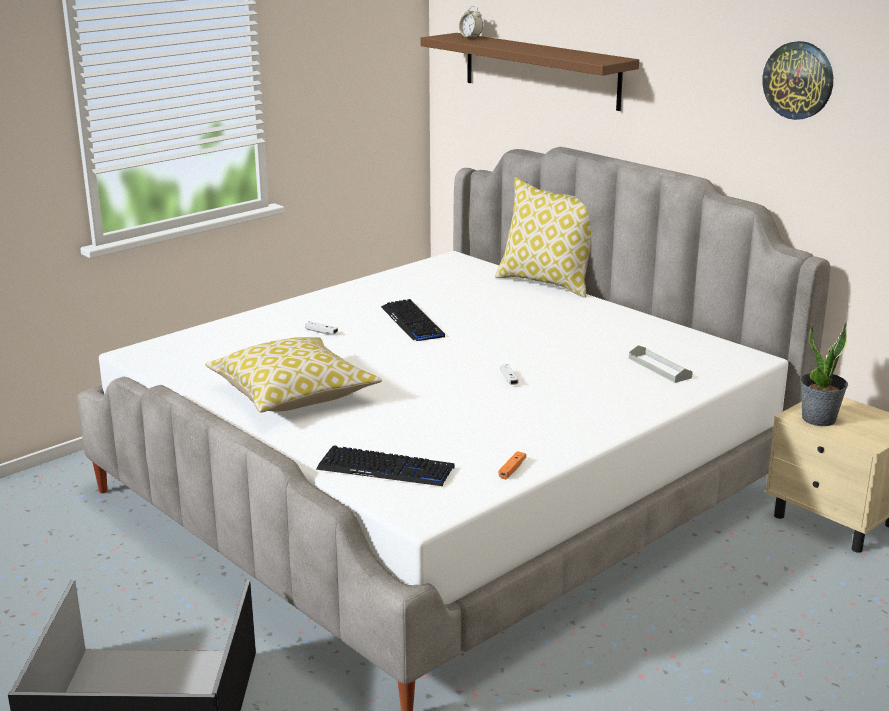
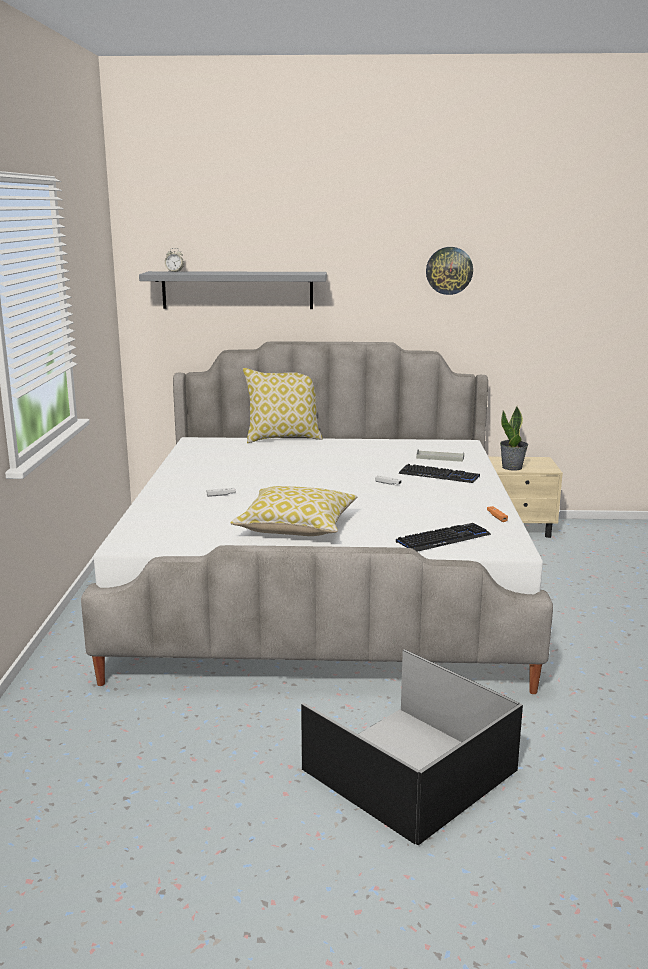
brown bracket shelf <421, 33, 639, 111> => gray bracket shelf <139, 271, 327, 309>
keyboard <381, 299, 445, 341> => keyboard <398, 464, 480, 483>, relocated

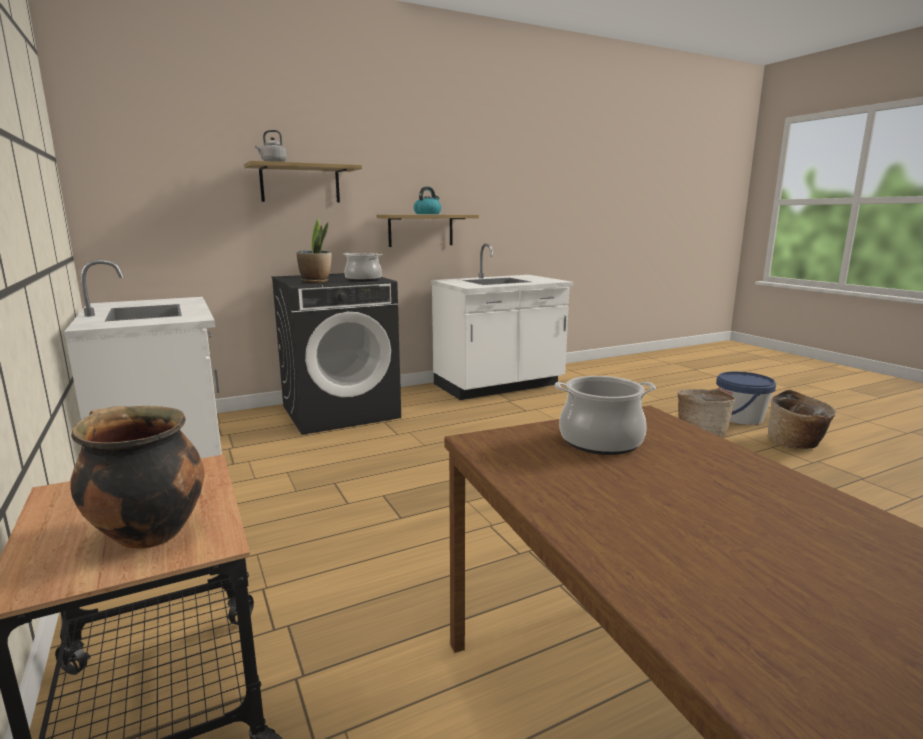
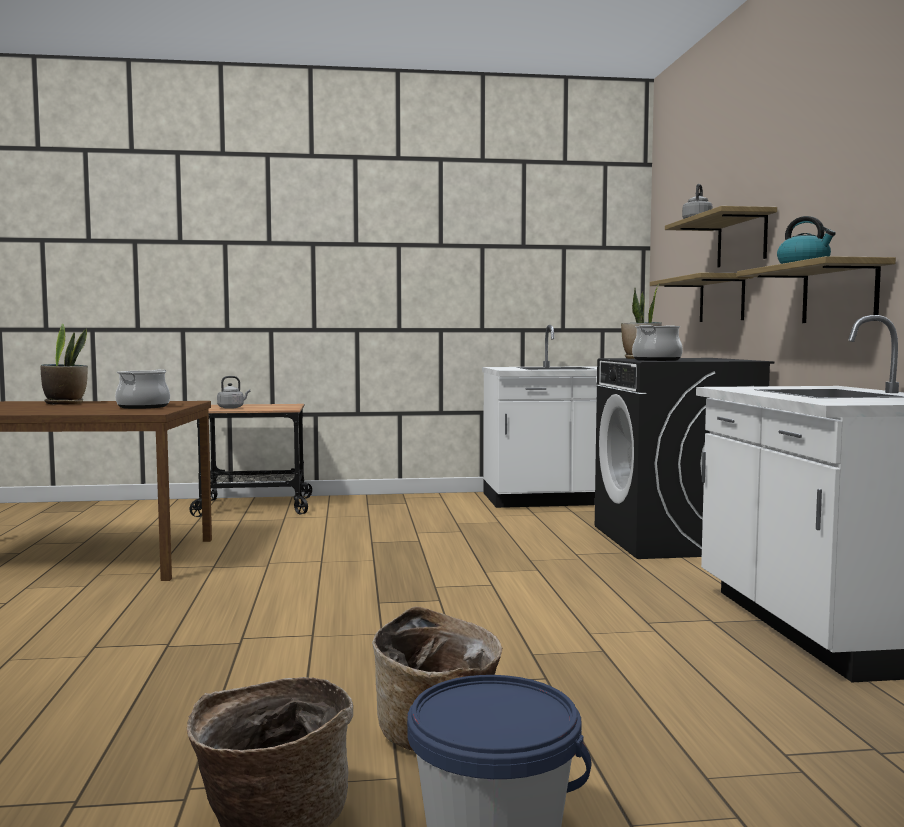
stockpot <70, 406, 205, 549> => gray kettle <217, 376, 250, 409>
nothing => bracket shelf <650, 273, 753, 322>
nothing => houseplant <41, 323, 88, 405>

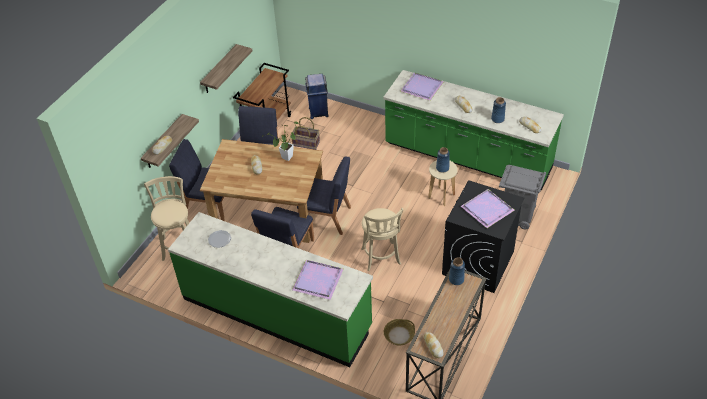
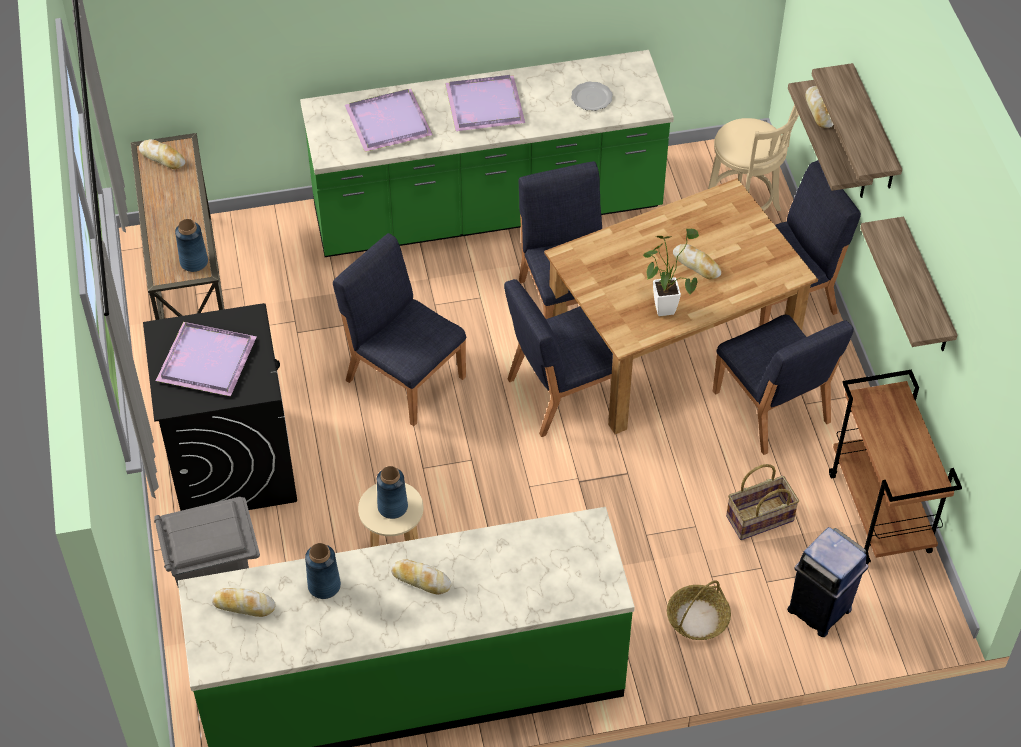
purple-coloured serving tray <401, 73, 443, 101> => purple-coloured serving tray <445, 75, 525, 131>, relocated
beige-coloured sitting stool <361, 208, 404, 271> => blue chair <333, 233, 466, 426>
basket <384, 319, 415, 346> => basket <667, 580, 731, 640>, relocated
nothing => bracket shelf <811, 63, 902, 189>

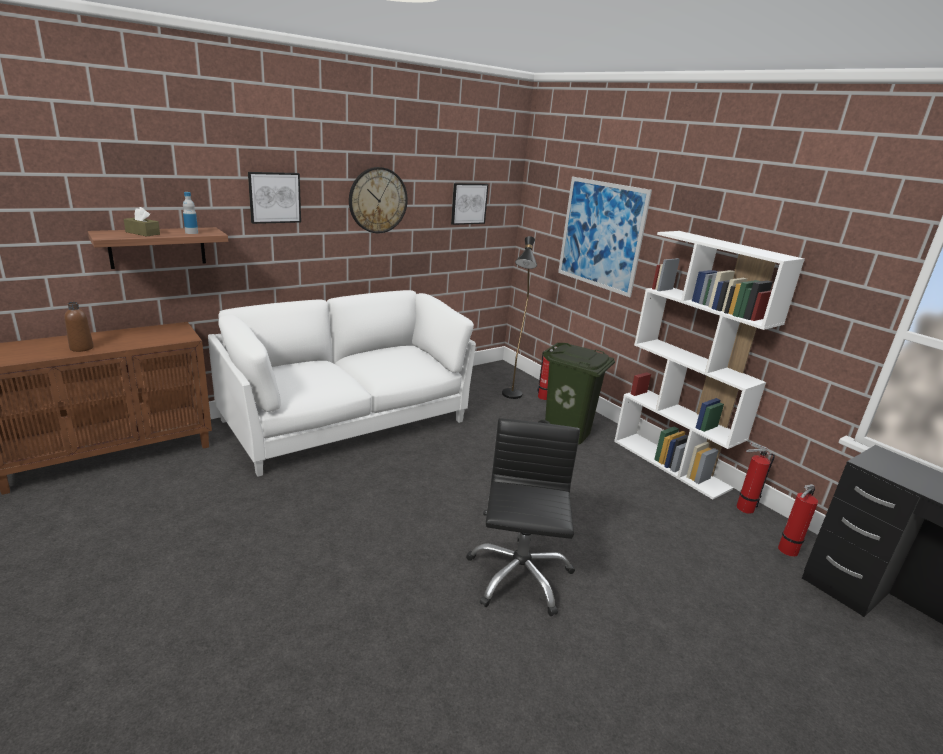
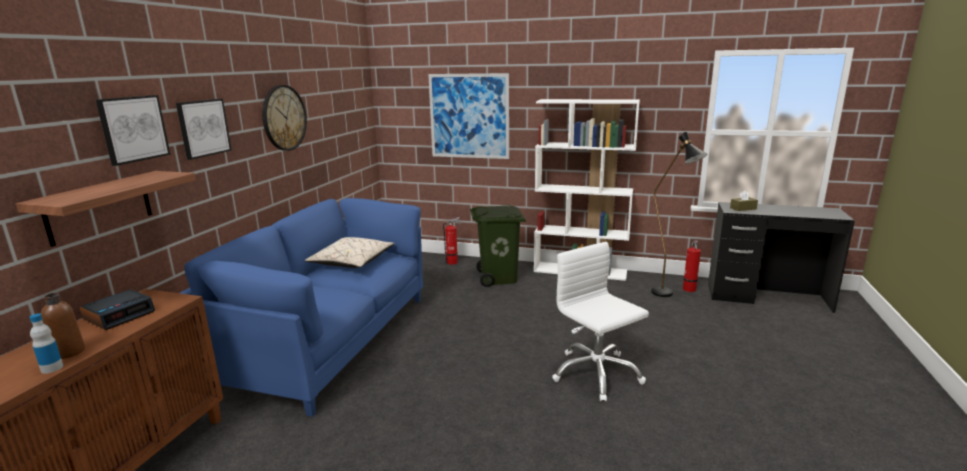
picture <451, 183, 489, 225> => picture <96, 95, 170, 166>, relocated
drink bottle <183, 192, 198, 234> => drink bottle <30, 313, 63, 374>, relocated
brown tissue box <124, 207, 160, 237> => brown tissue box <730, 190, 758, 211>, relocated
black-coloured standing lamp <502, 236, 537, 399> => black-coloured standing lamp <651, 132, 708, 297>, relocated
white sofa <208, 290, 476, 477> => blue sofa <180, 198, 423, 417>
black-coloured desk chair <466, 418, 580, 616> => white desk chair <552, 242, 649, 401>
extinguisher <736, 442, 775, 514> => nothing
nothing => beige-coloured throw pillow <305, 237, 395, 268>
nothing => alarm clock <79, 289, 155, 330>

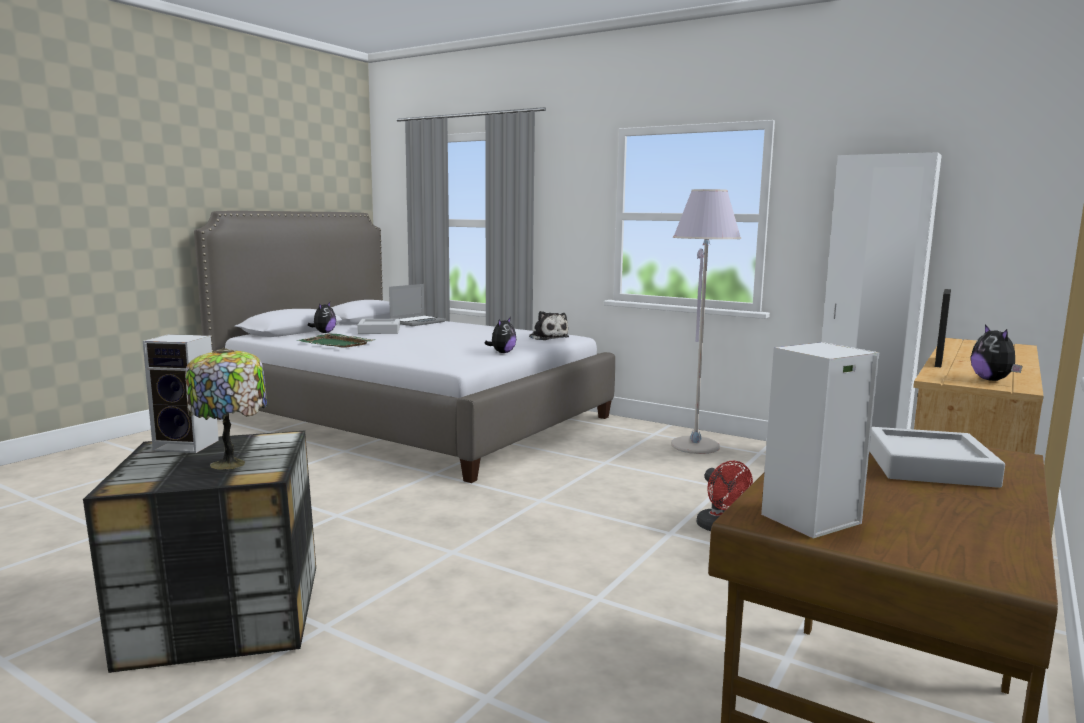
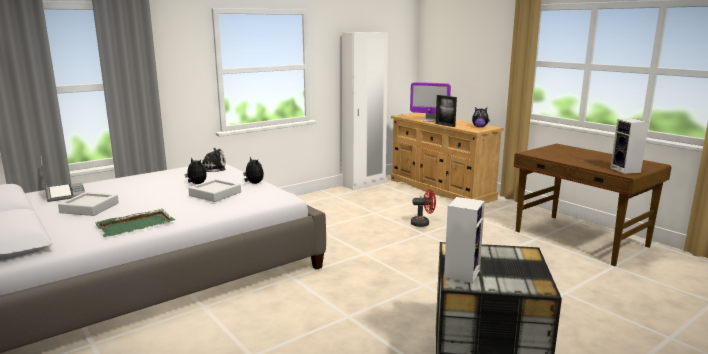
gray standing lamp <671, 189, 742, 454> => nothing
cuddly toy <308, 302, 336, 333> => cuddly toy <185, 157, 207, 184>, relocated
tabletop lamp <185, 348, 268, 469> => nothing
gray serving tray <869, 427, 1005, 488> => gray serving tray <188, 179, 241, 202>, relocated
nothing => monitor <410, 82, 451, 122>

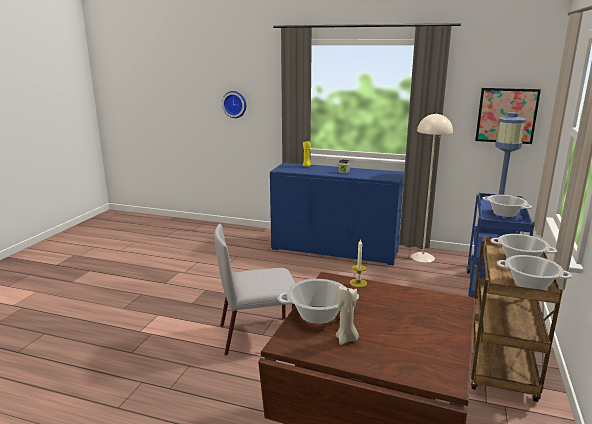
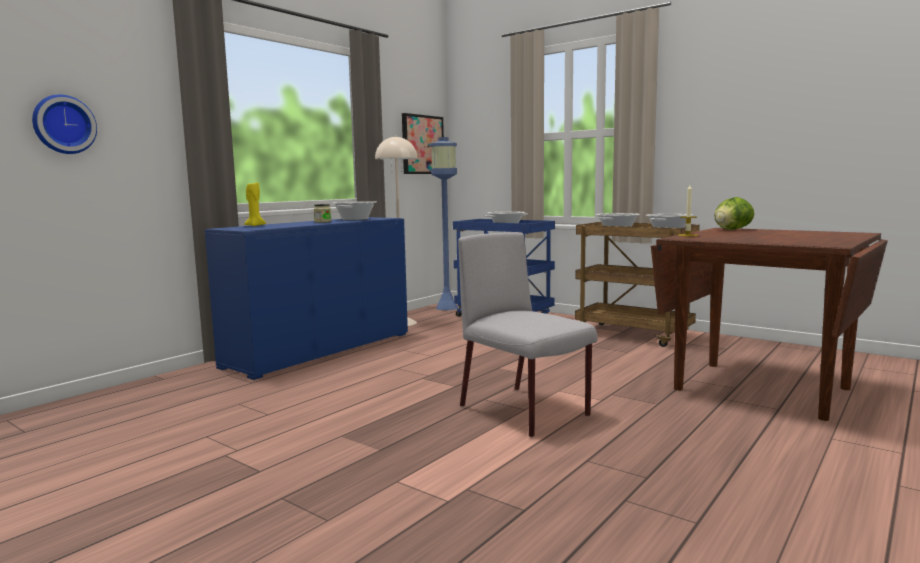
gray chair <214, 224, 295, 355> => gray chair <458, 232, 598, 437>, 135 degrees clockwise
stockpot <278, 279, 359, 324> => stockpot <332, 201, 376, 221>, relocated
beige-coloured wax candle <336, 285, 359, 345> => nothing
nothing => lettuce <714, 197, 754, 230>

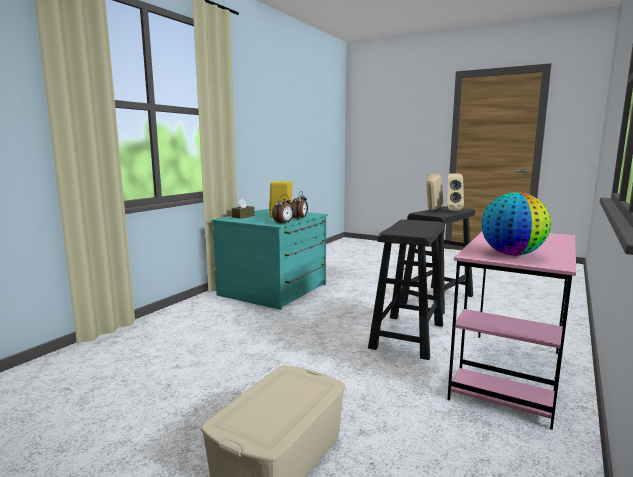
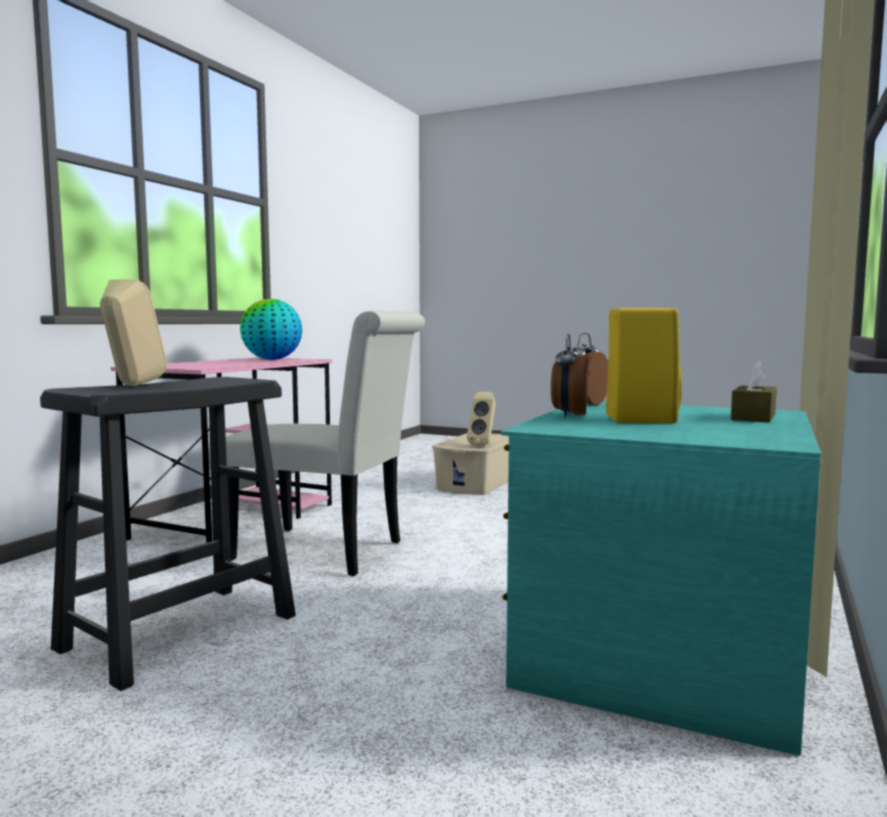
beige-coloured audio speaker <426, 174, 443, 211> => beige-coloured audio speaker <467, 392, 496, 446>, relocated
black-coloured sitting stool <368, 219, 444, 360> => white chair <226, 311, 425, 576>

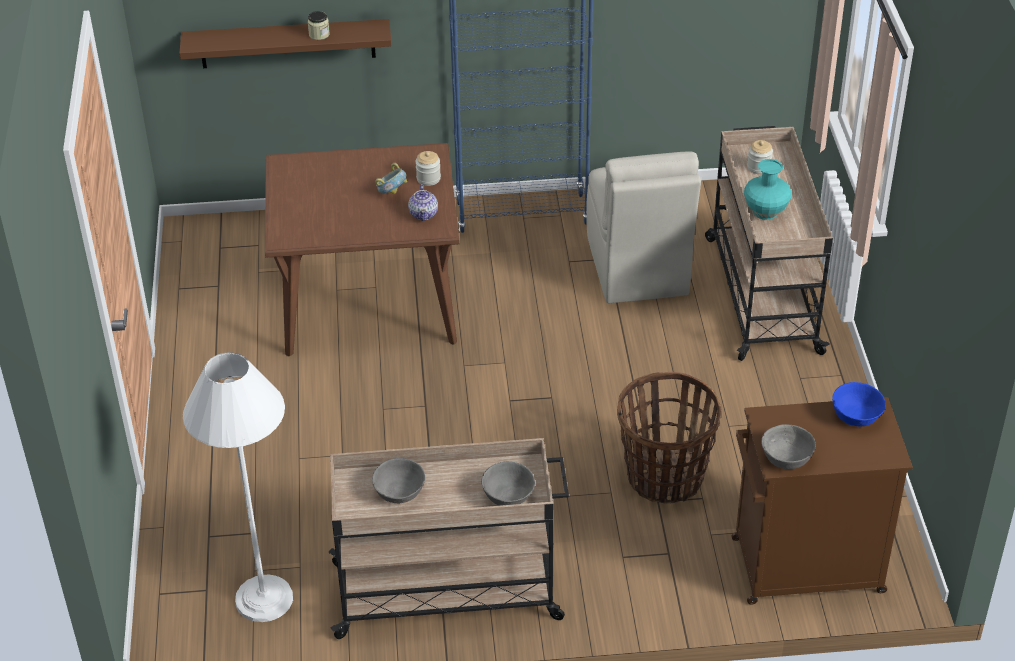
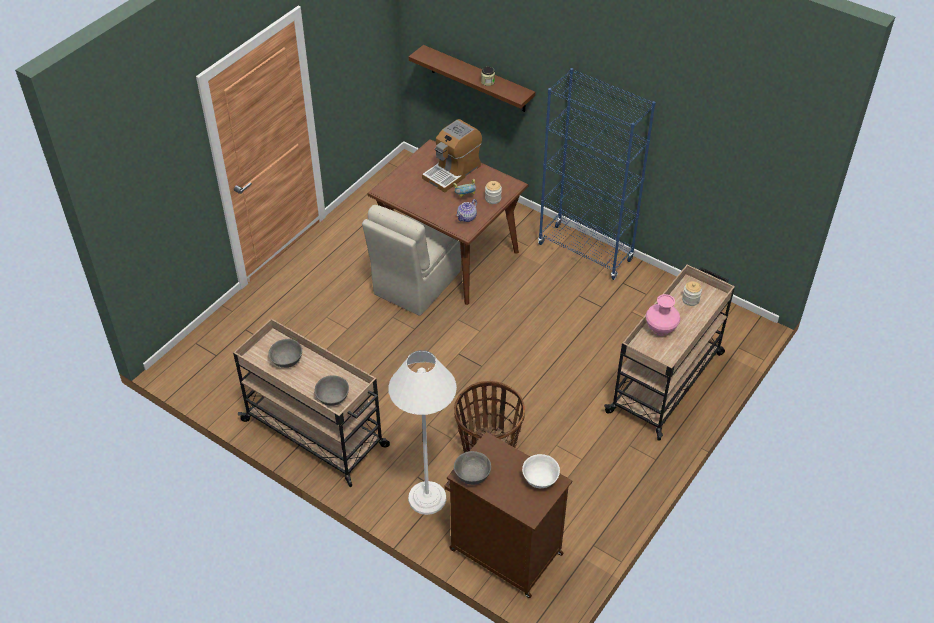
beige-coloured chair <586, 151, 701, 303> => beige-coloured chair <362, 205, 461, 316>, relocated
blue-green vase <744, 159, 792, 220> => pink vase <646, 294, 681, 336>
white standing lamp <183, 352, 293, 622> => white standing lamp <388, 350, 457, 515>, relocated
blue bowl <832, 382, 886, 427> => white bowl <522, 454, 560, 488>
nothing => coffee machine <422, 119, 482, 193>

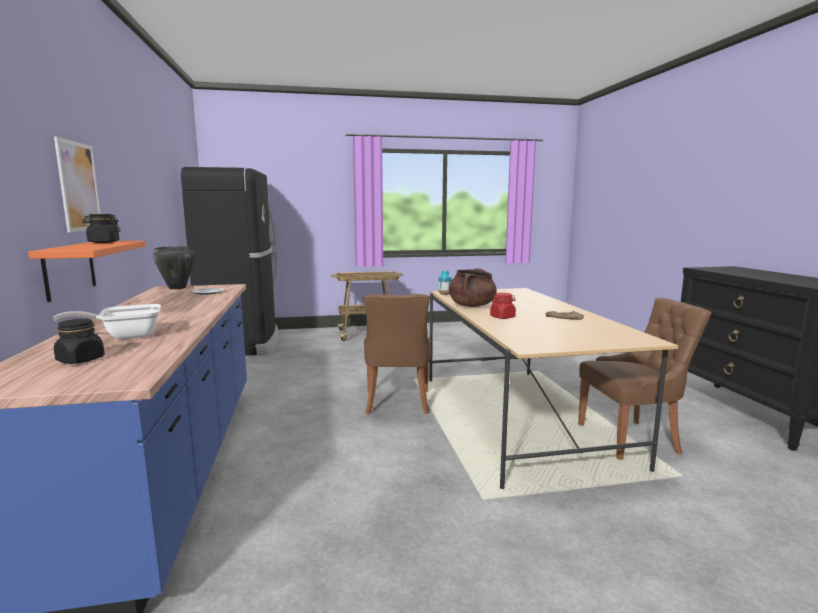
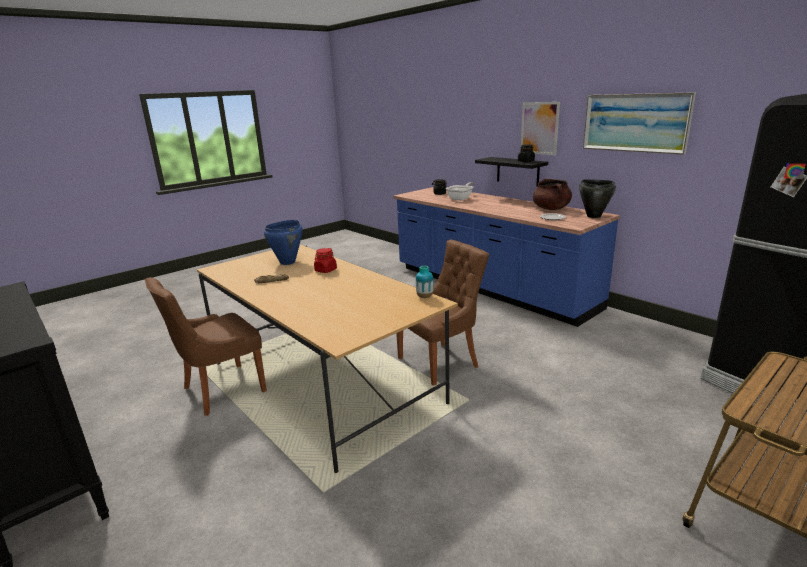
orangey bracket shelf <28, 241, 146, 302> => black-coloured bracket shelf <475, 157, 548, 187>
brown stockpot <449, 268, 497, 307> => brown stockpot <533, 179, 572, 210>, relocated
brown chair <363, 294, 431, 414> => brown chair <396, 240, 489, 386>, 90 degrees clockwise
nothing => picture <583, 92, 696, 155>
nothing => blue stockpot <264, 220, 303, 265>

